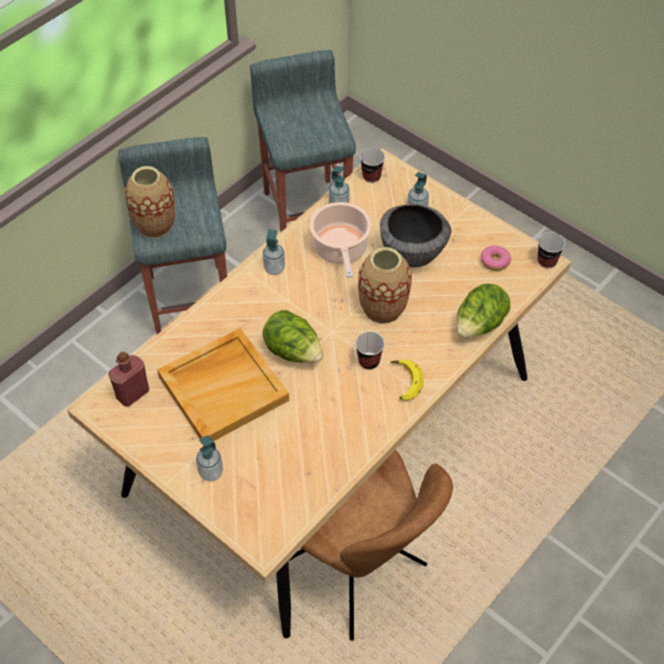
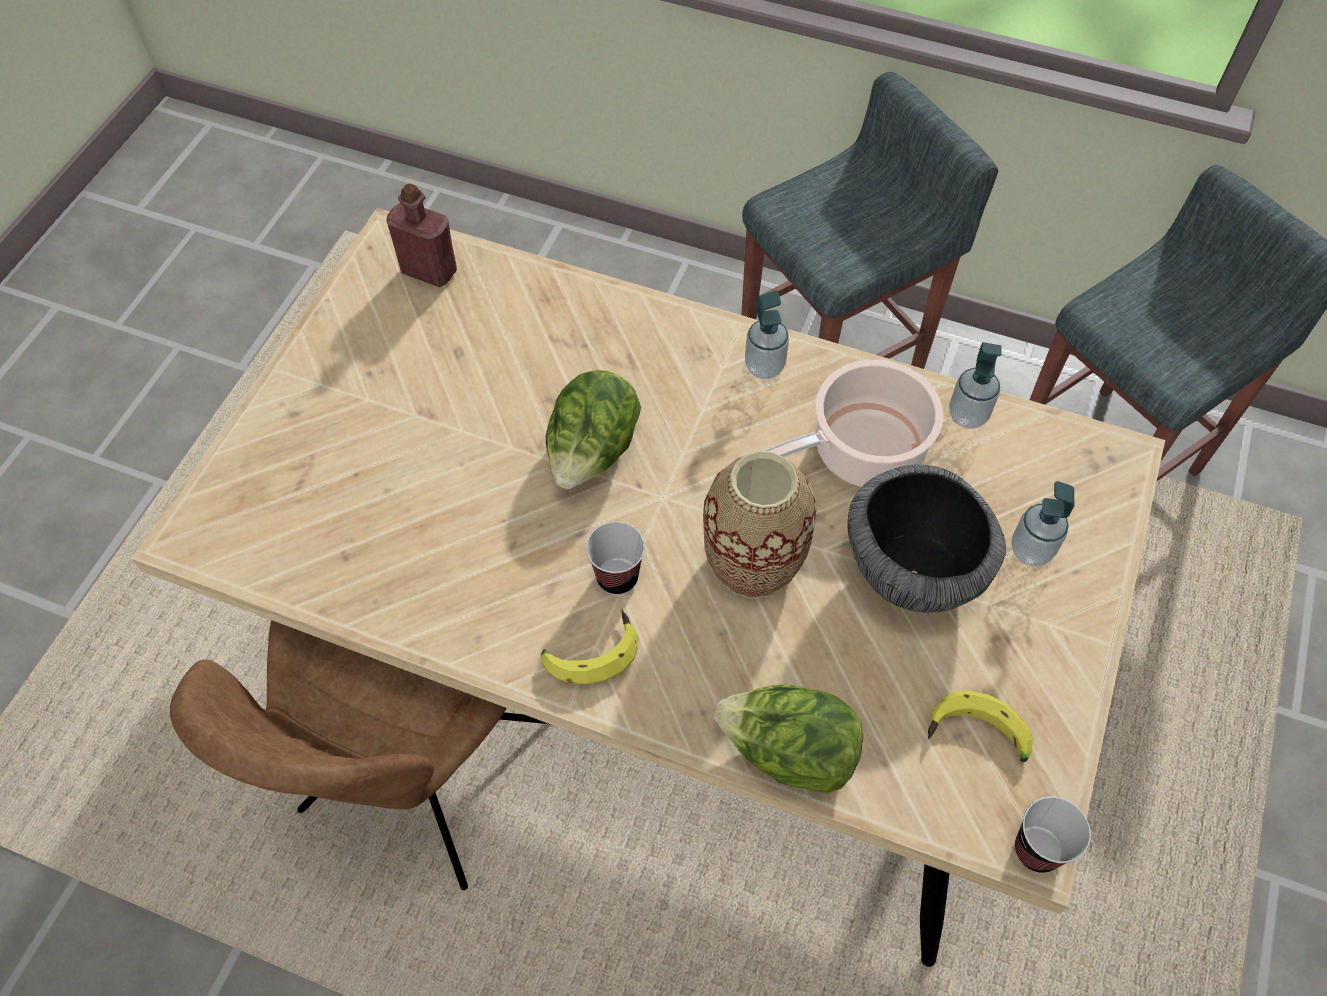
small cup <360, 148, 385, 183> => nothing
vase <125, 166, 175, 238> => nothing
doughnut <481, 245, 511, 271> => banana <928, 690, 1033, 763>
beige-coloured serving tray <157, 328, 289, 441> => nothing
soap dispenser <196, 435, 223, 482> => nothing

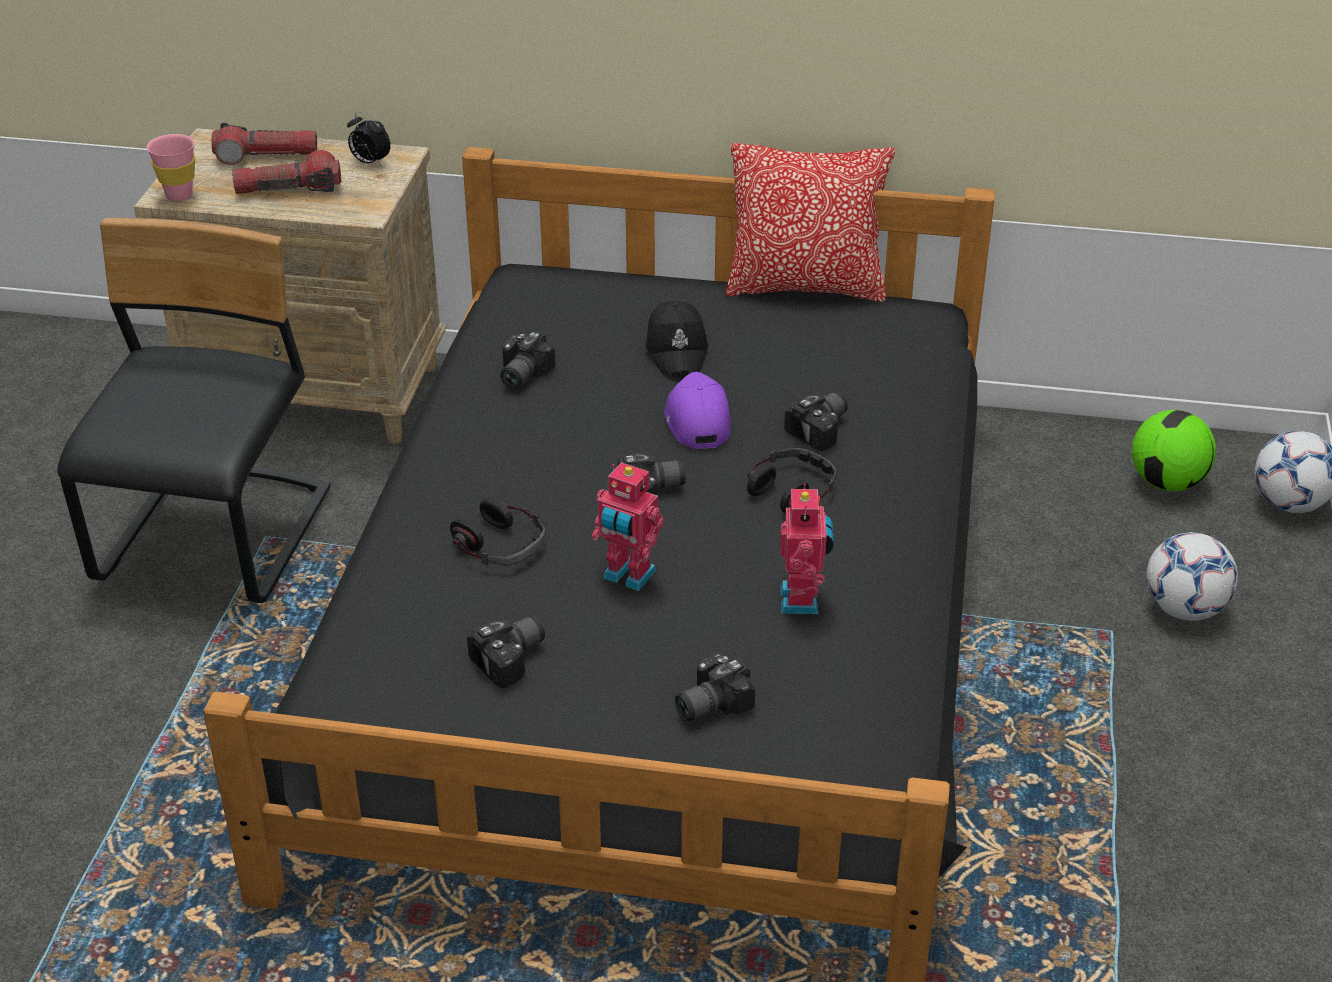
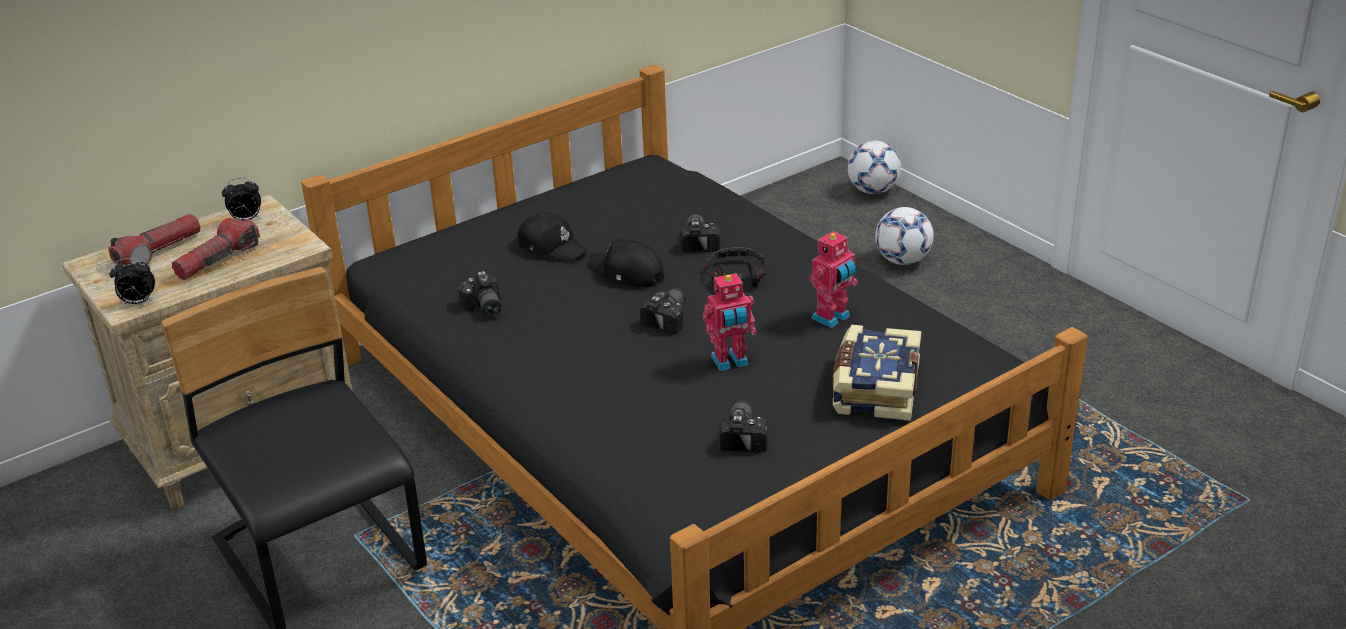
pink small cup <147, 134, 195, 201> => alarm clock <109, 258, 155, 305>
throw pillow <726, 143, 895, 302> => nothing
purple-coloured peaked cap <664, 372, 731, 449> => black-coloured peaked cap <589, 239, 664, 287>
ball for football <1132, 410, 1216, 491> => nothing
model robot <780, 483, 834, 614> => model robot <810, 230, 858, 328>, 90 degrees clockwise
headset <450, 497, 546, 566> => nothing
photo camera <675, 652, 755, 721> => book <832, 325, 921, 421>

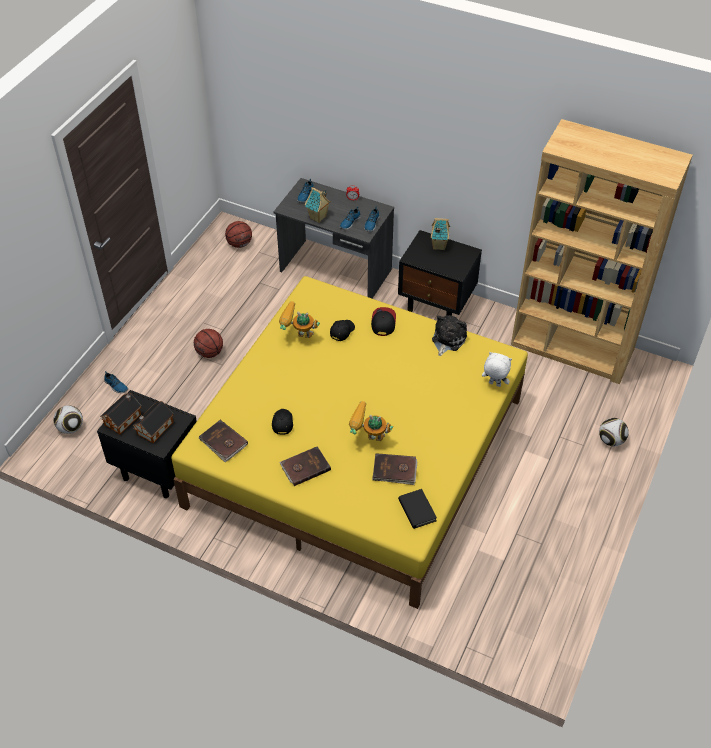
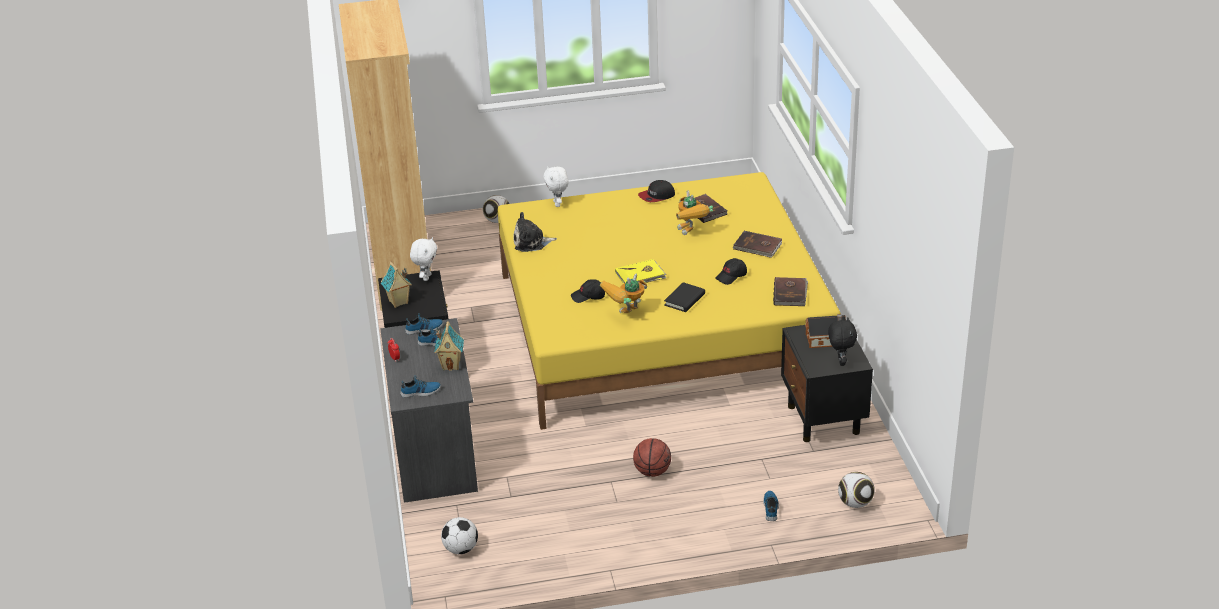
basketball <225, 221, 252, 248> => ball for football <441, 517, 478, 554>
model robot <279, 301, 320, 338> => model robot <600, 273, 647, 313>, 75 degrees clockwise
peaked cap <371, 307, 396, 336> => peaked cap <638, 180, 675, 202>, relocated
model house <100, 393, 141, 435> => black-coloured cuddly toy <828, 318, 857, 366>
black-coloured book <398, 489, 437, 529> => black-coloured book <664, 282, 705, 312>, relocated
nothing => white cuddly toy <410, 237, 437, 281>
nothing => yellow-coloured book <615, 259, 666, 284>

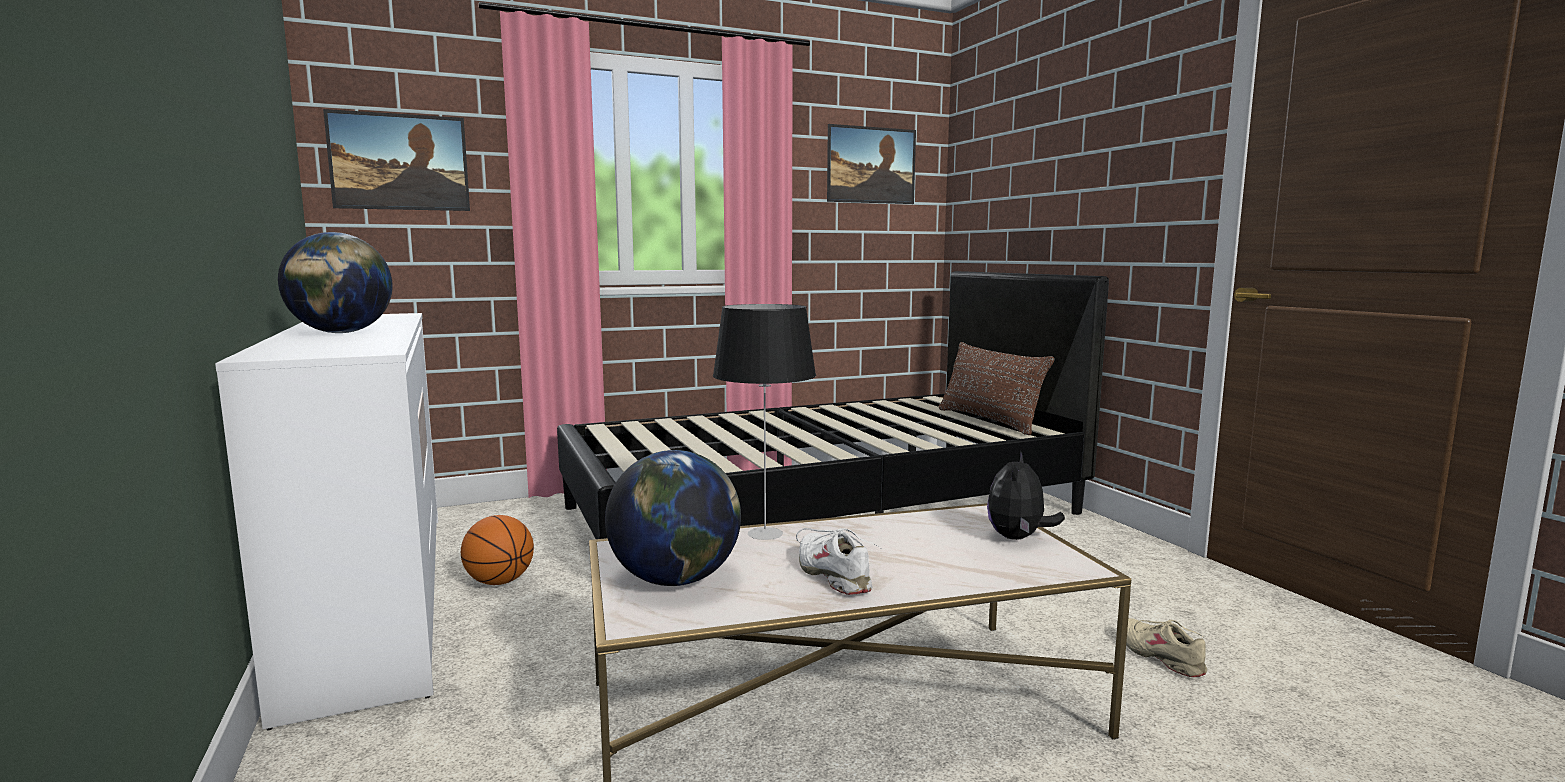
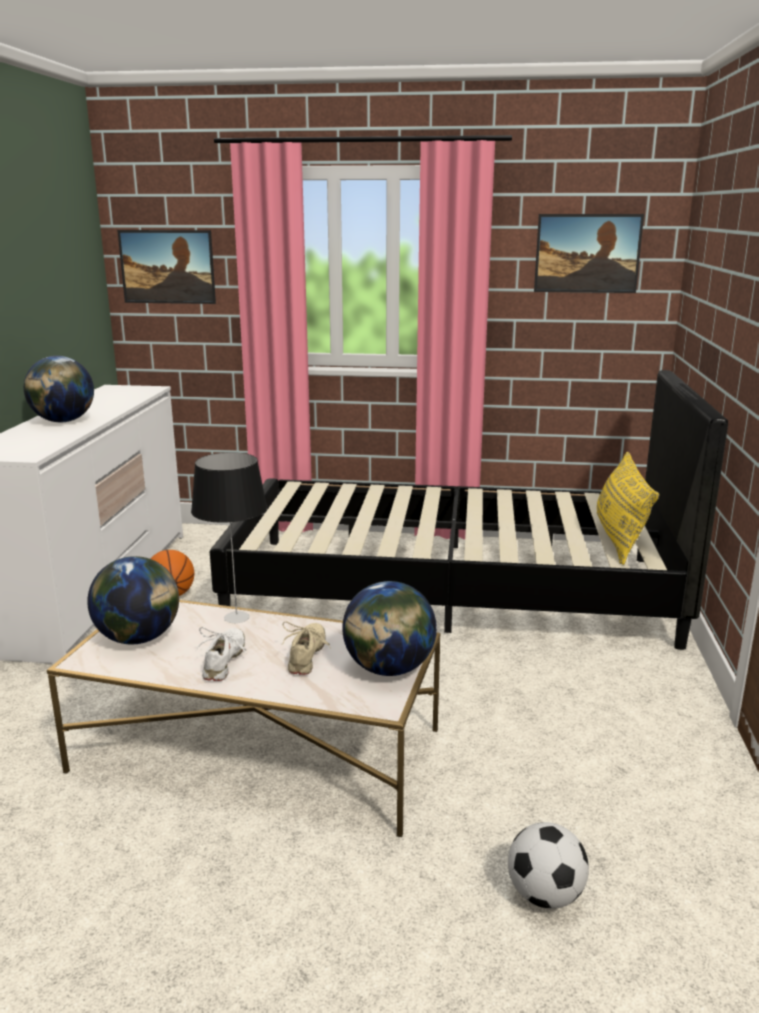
brown throw pillow <939, 342, 1054, 435> => yellow-coloured throw pillow <597, 452, 659, 565>
cuddly toy <987, 452, 1065, 540> => desk globe <342, 581, 437, 676>
beige-coloured low shoe <1126, 618, 1207, 677> => beige-coloured low shoe <282, 621, 331, 675>, relocated
nothing => ball for football <508, 822, 589, 909>

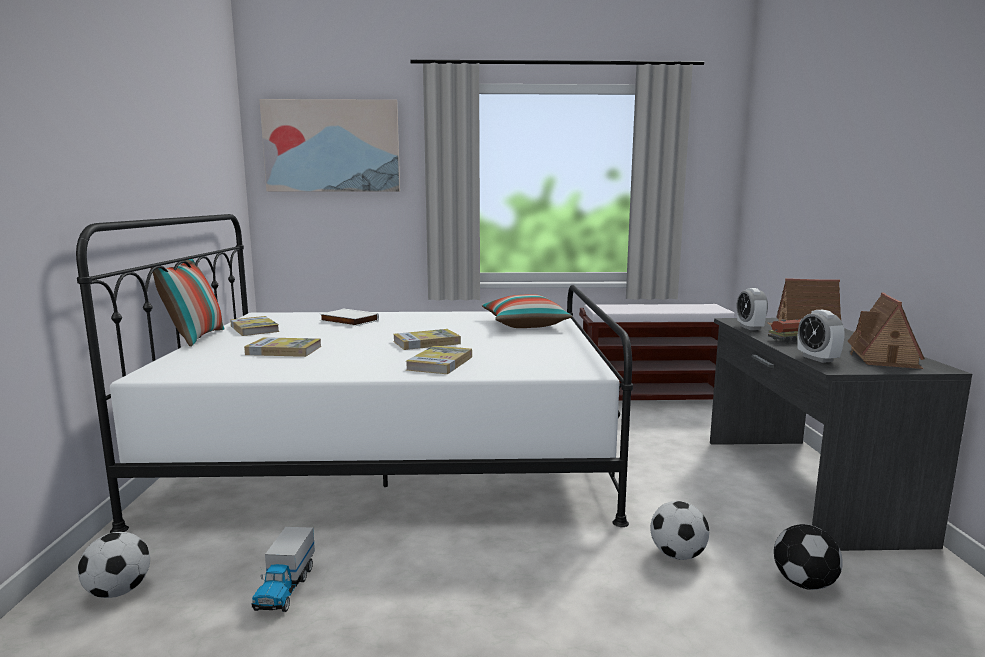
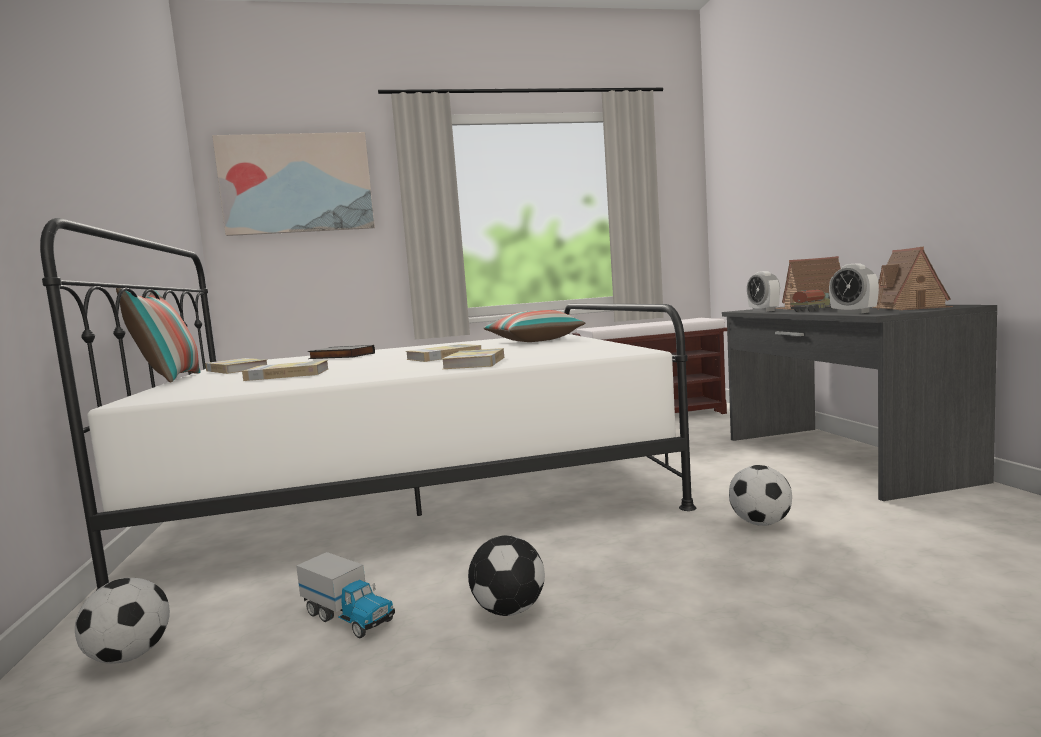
white book <320, 309, 379, 326> => black-coloured book <308, 345, 375, 359>
ball for football <774, 524, 843, 590> => ball for football <468, 535, 545, 616>, relocated
toy truck <252, 527, 315, 612> => toy truck <296, 552, 395, 638>, 45 degrees counterclockwise

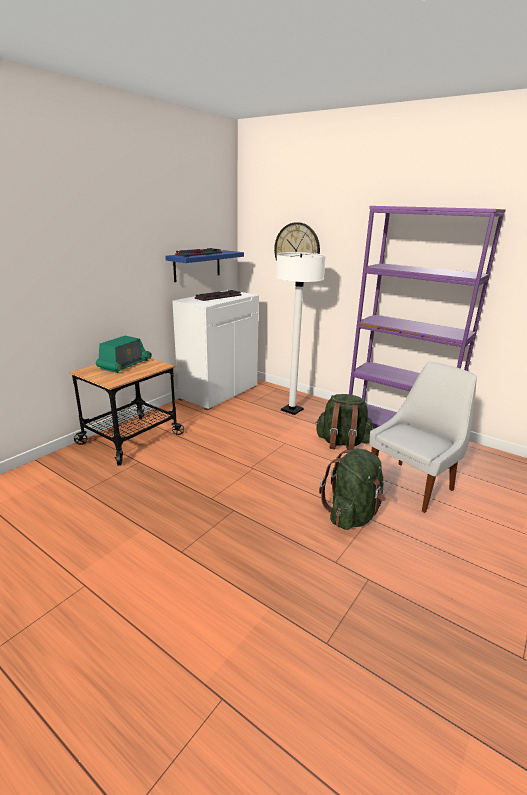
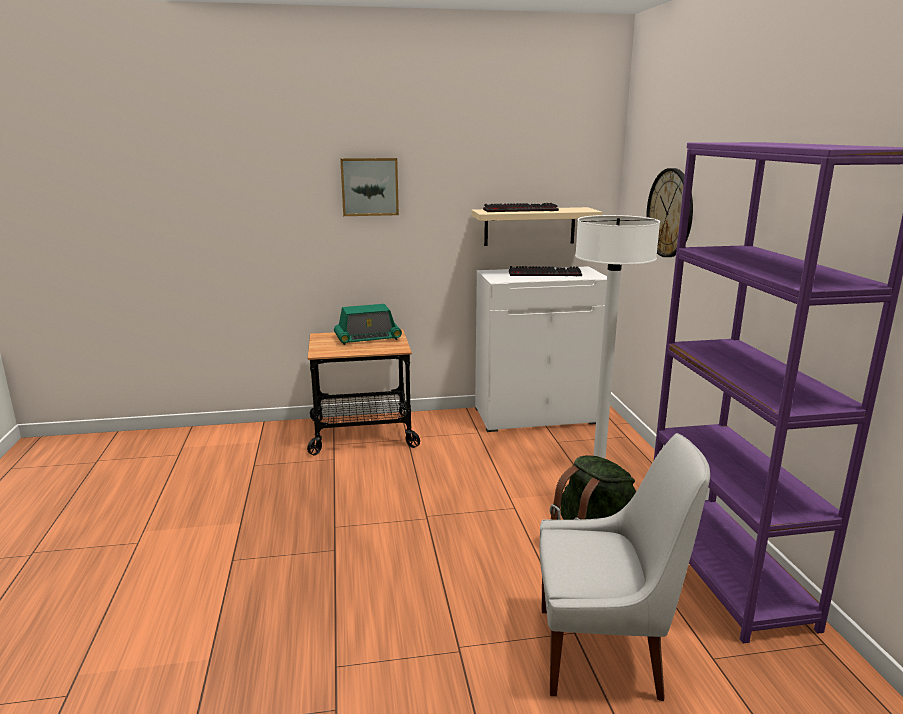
blue bracket shelf <165, 250, 244, 282> => beige-coloured bracket shelf <472, 207, 602, 246>
green rucksack <319, 448, 386, 530> => nothing
nothing => picture <340, 158, 399, 216>

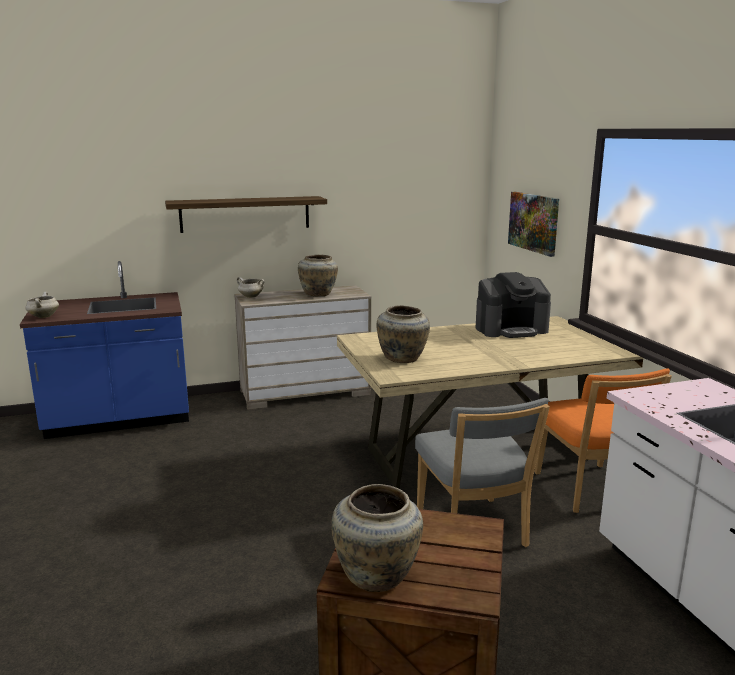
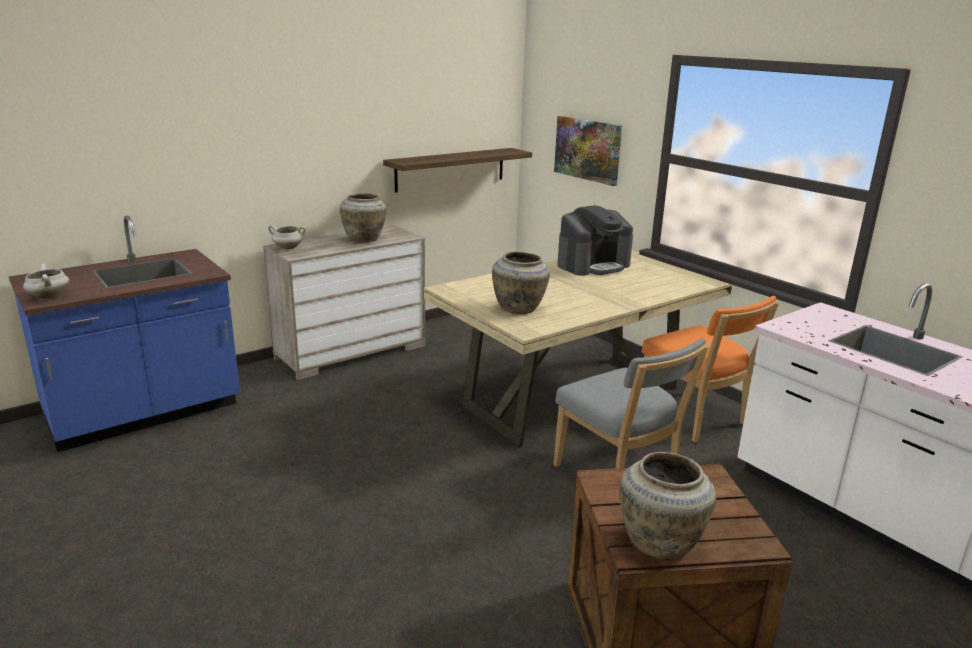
bracket shelf <165, 196, 327, 233> => bracket shelf <383, 148, 532, 193>, relocated

